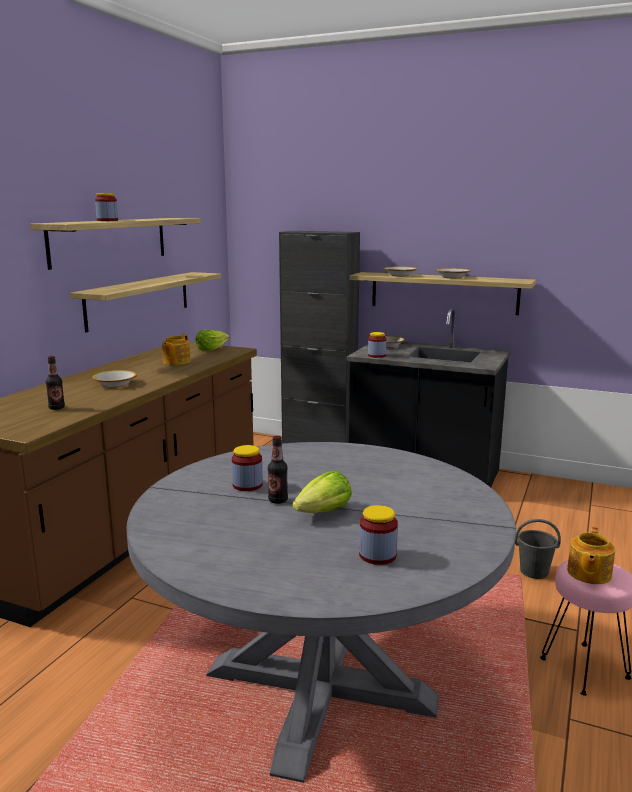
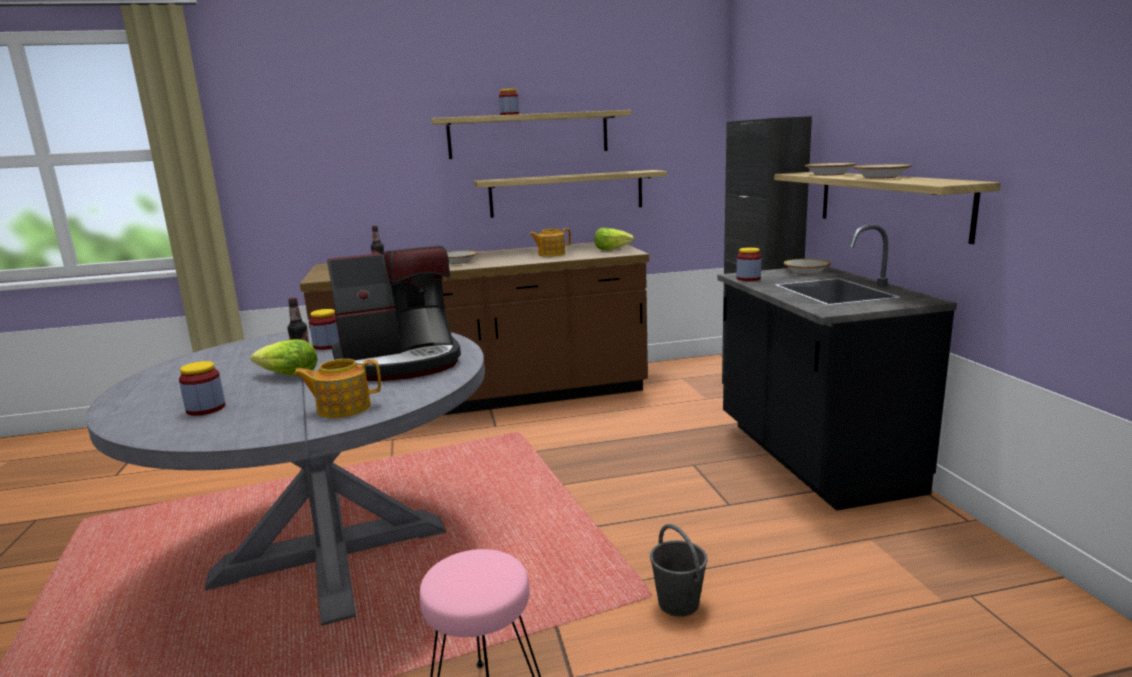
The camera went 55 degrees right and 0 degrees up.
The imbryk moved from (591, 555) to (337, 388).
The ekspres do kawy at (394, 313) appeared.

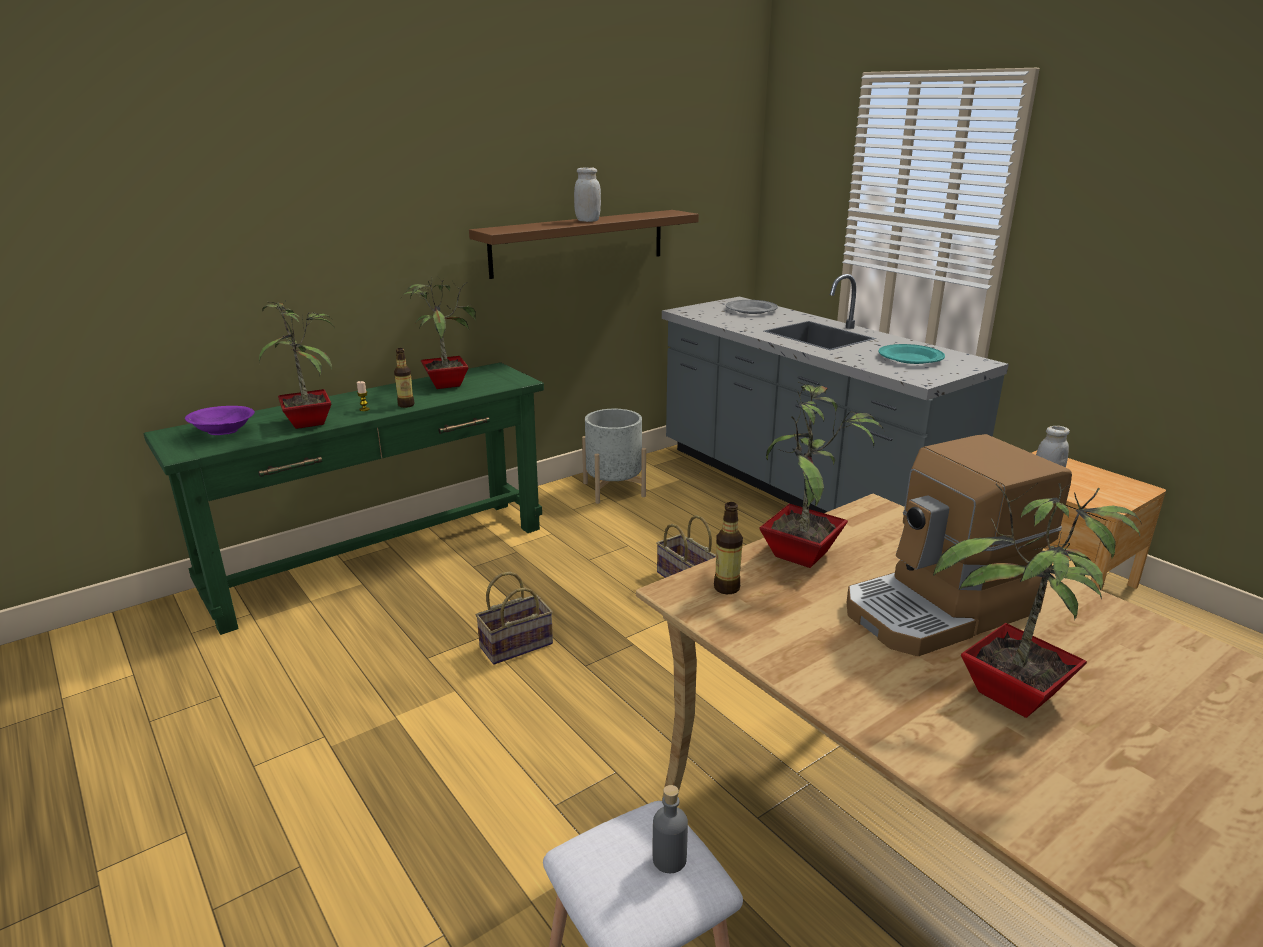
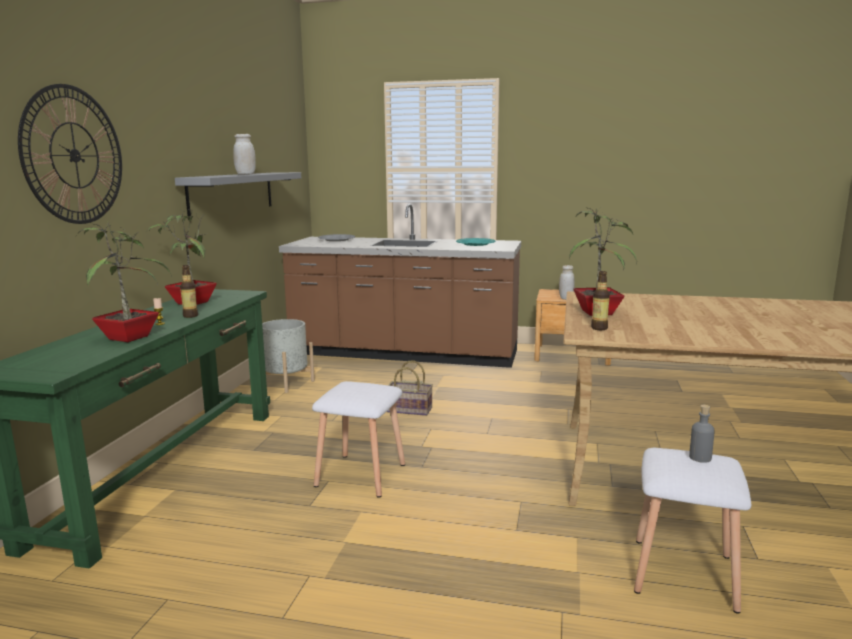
The camera went 40 degrees left and 10 degrees down.
The półka [brązowy] at (584, 244) became the półka [szary] at (238, 194).
The zabudowa kuchenna [szary] at (835, 393) became the zabudowa kuchenna [brązowy] at (400, 286).
The miska [fioletowy] at (220, 420) disappeared.
The ekspres do kawy at (959, 545) disappeared.
The roślina doniczkowa at (1037, 600) disappeared.
The koszyk at (514, 618) was replaced by the stołek [biały] at (358, 439).
The zegar ścienny at (70, 154) appeared.

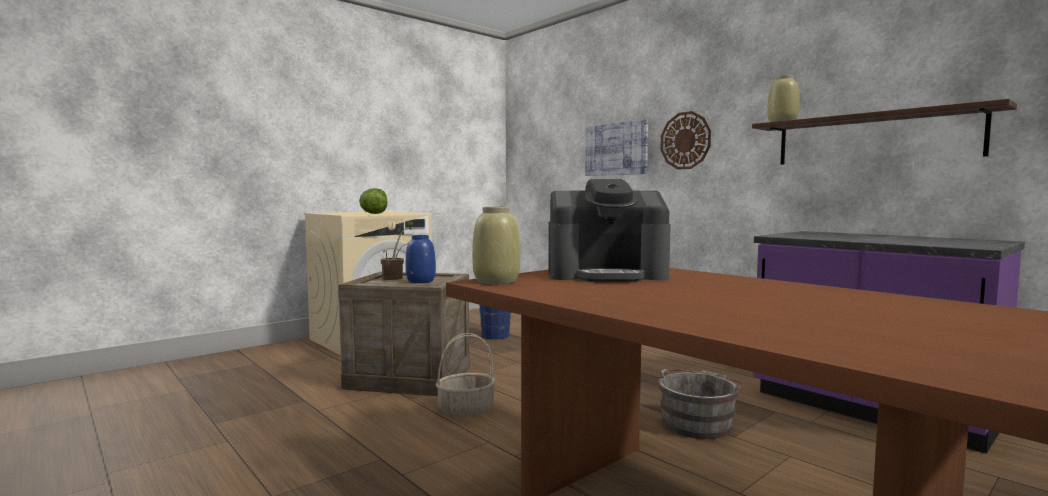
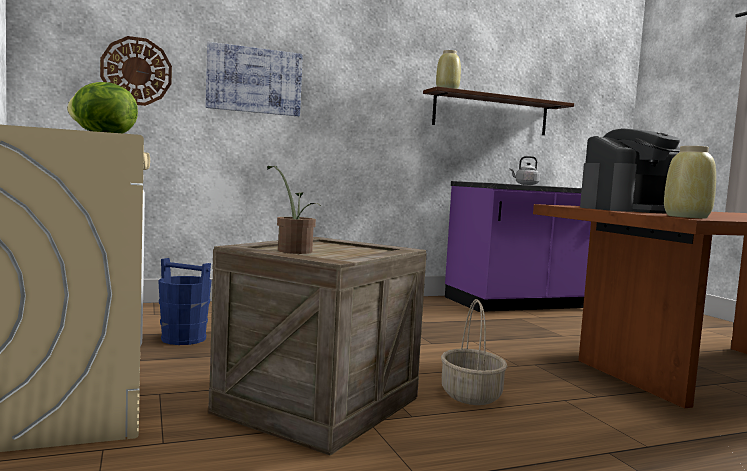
The camera went 70 degrees left and 0 degrees up.
The zegar ścienny moved from (686, 140) to (136, 71).
The ekspres do kawy at (609, 230) turned 45 degrees clockwise.
The wazon [niebieski] at (421, 259) disappeared.
The wiadro [szary] at (700, 404) disappeared.
The czajnik [szary] at (525, 170) appeared.

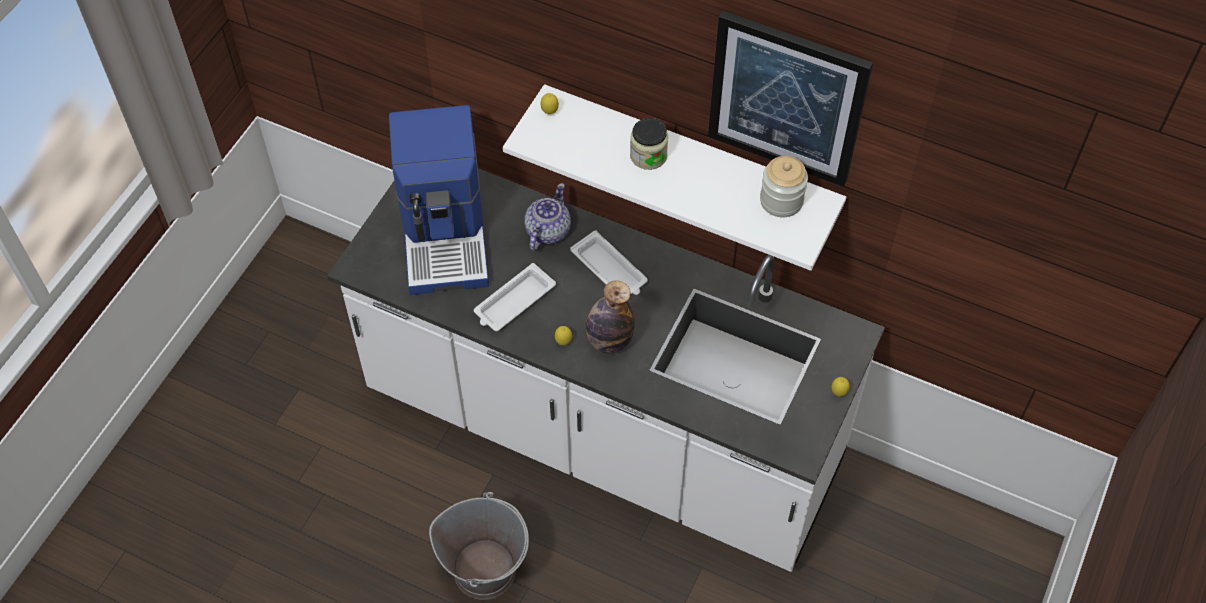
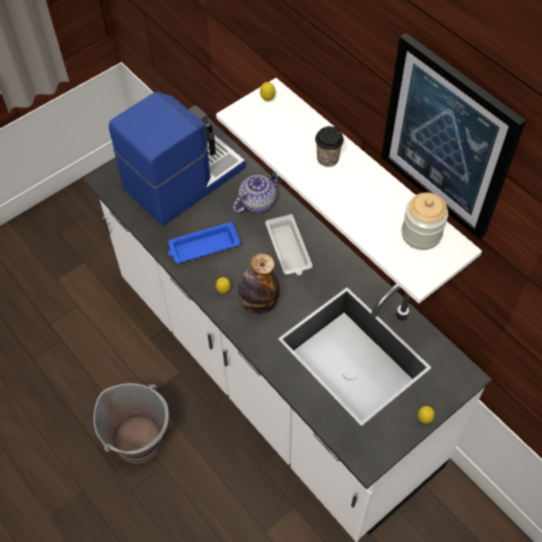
The camera went 25 degrees right and 0 degrees up.
The ekspres do kawy at (439, 200) turned 150 degrees counterclockwise.
The słoik at (649, 144) was replaced by the filiżanka at (329, 146).
The taca [biały] at (515, 297) became the taca [niebieski] at (204, 242).

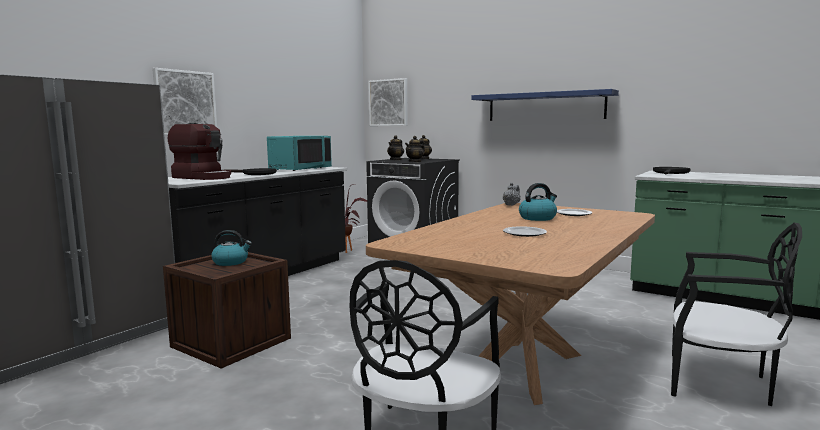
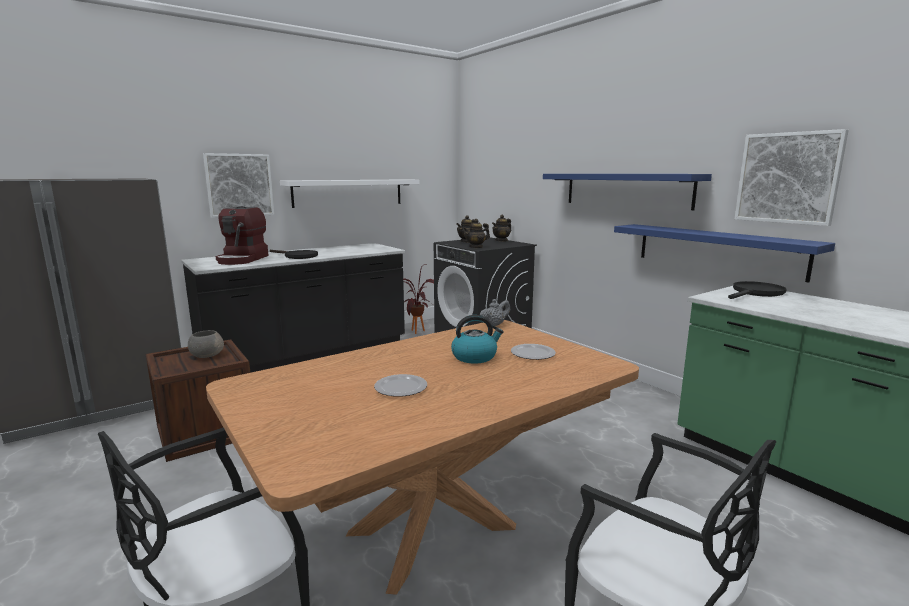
The camera went 20 degrees right and 5 degrees up.
The obraz moved from (388, 102) to (792, 177).
The ekspres do kawy at (199, 151) turned 45 degrees clockwise.
The mikrofalówka [turkusowy] at (299, 153) disappeared.
The czajnik at (231, 248) was replaced by the miska [szary] at (206, 344).
The półka [biały] at (350, 193) appeared.
The półka [niebieski] at (724, 253) appeared.

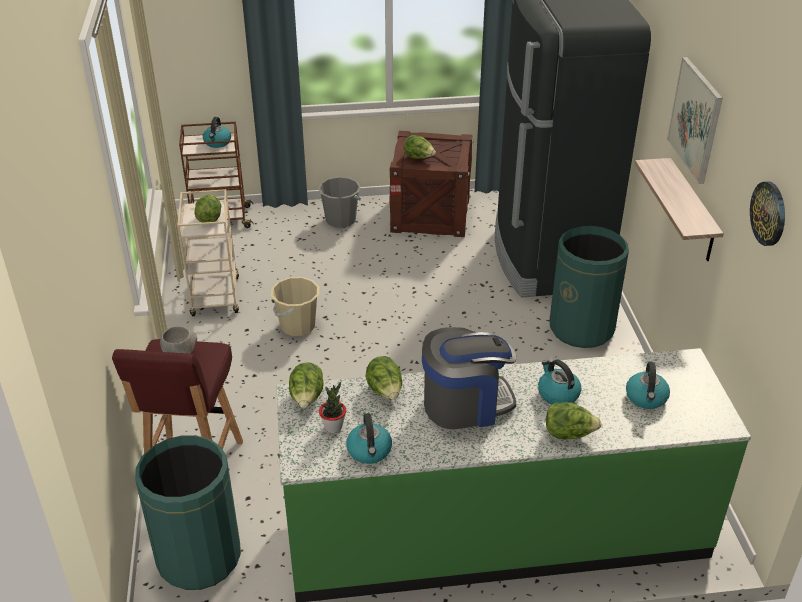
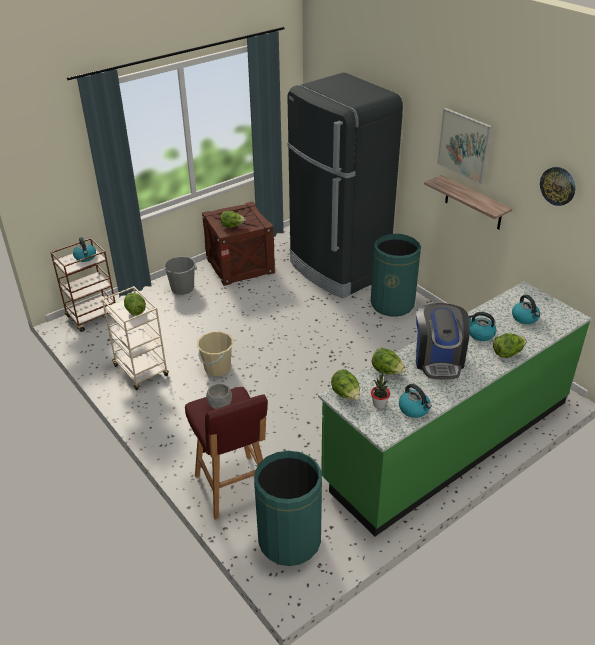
The camera went 30 degrees left and 0 degrees up.
The ekspres do kawy at (469, 378) turned 135 degrees clockwise.

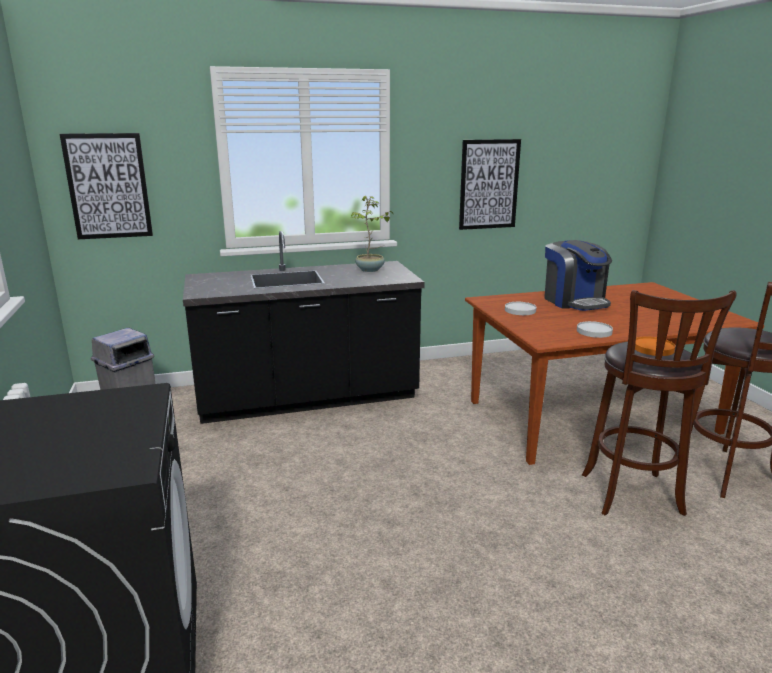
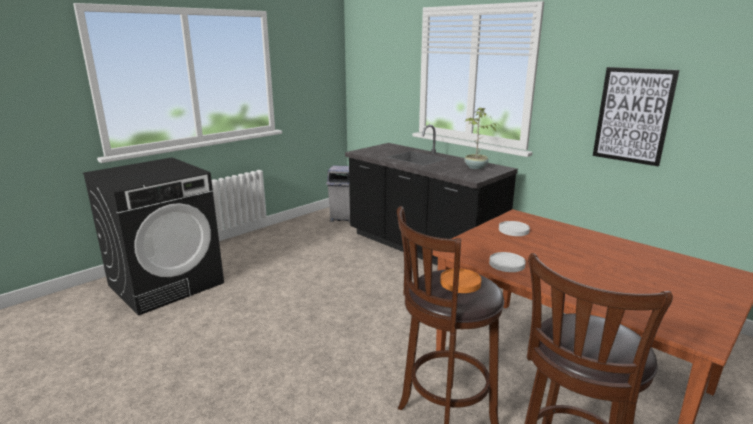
The camera went 60 degrees right and 0 degrees up.
The obraz at (106, 186) disappeared.
The ekspres do kawy at (578, 275) disappeared.

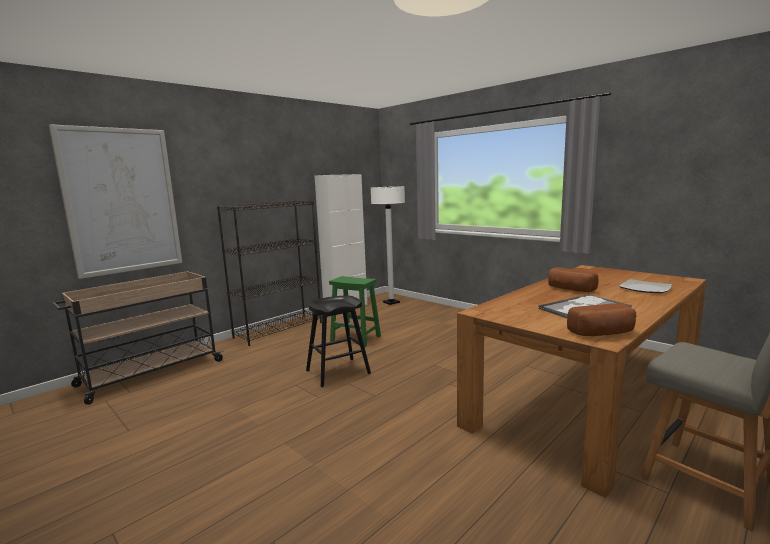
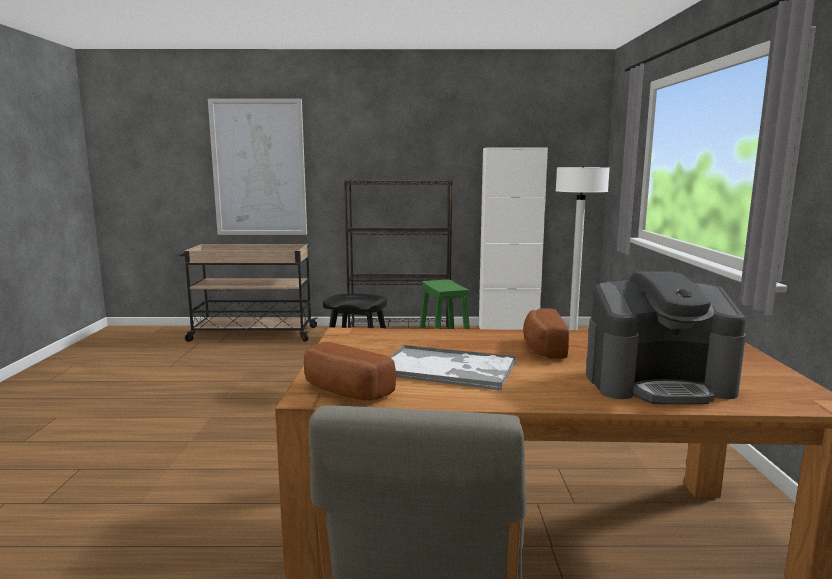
The camera went 45 degrees right and 0 degrees up.
The talerz at (645, 286) was replaced by the ekspres do kawy at (666, 338).

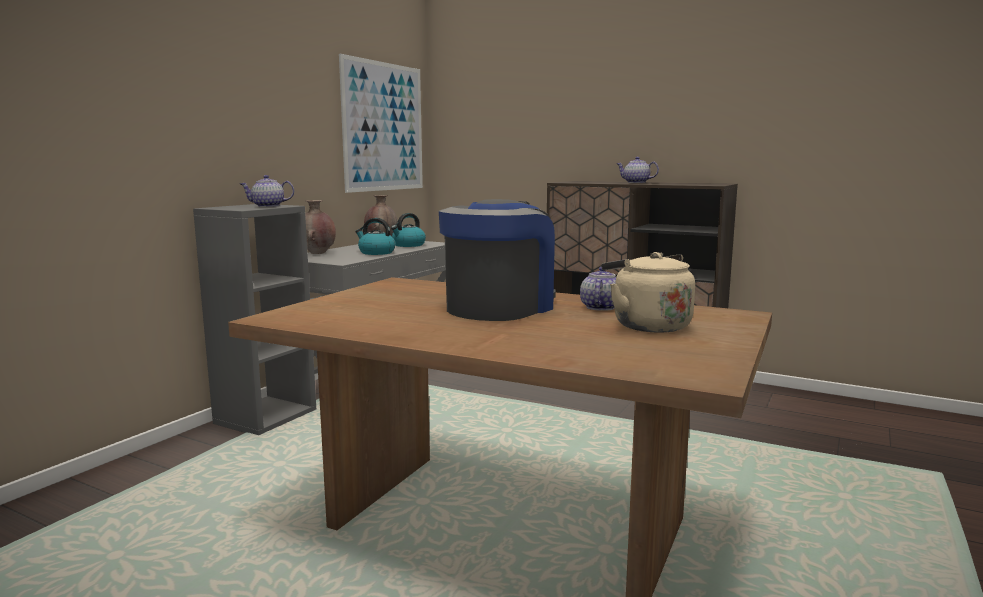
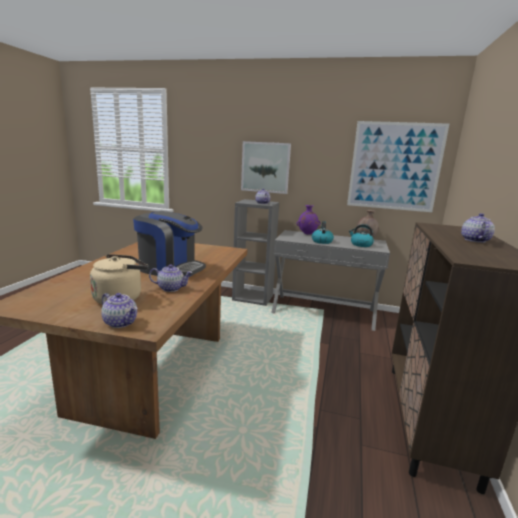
The camera went 75 degrees right and 5 degrees up.
The wazon [brązowy] at (320, 227) became the wazon [fioletowy] at (308, 220).
The obraz at (266, 167) appeared.
The imbryk at (119, 310) appeared.

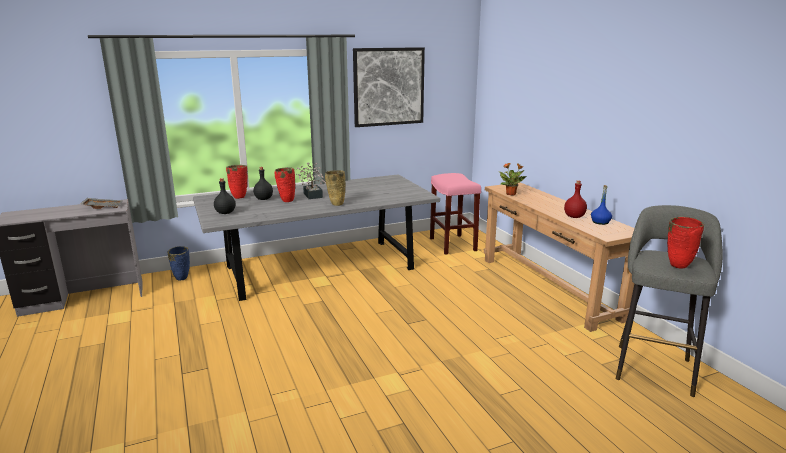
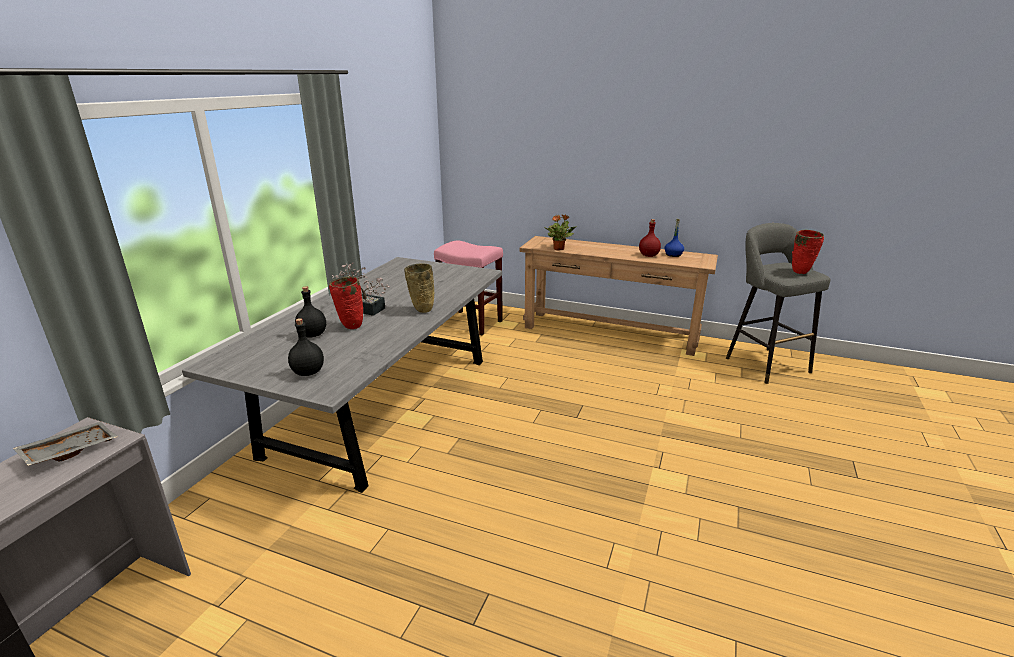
The camera went 45 degrees left and 5 degrees up.
The obraz at (389, 87) disappeared.
The wazon [czerwony] at (237, 182) disappeared.
The wazon [niebieski] at (178, 263) disappeared.

